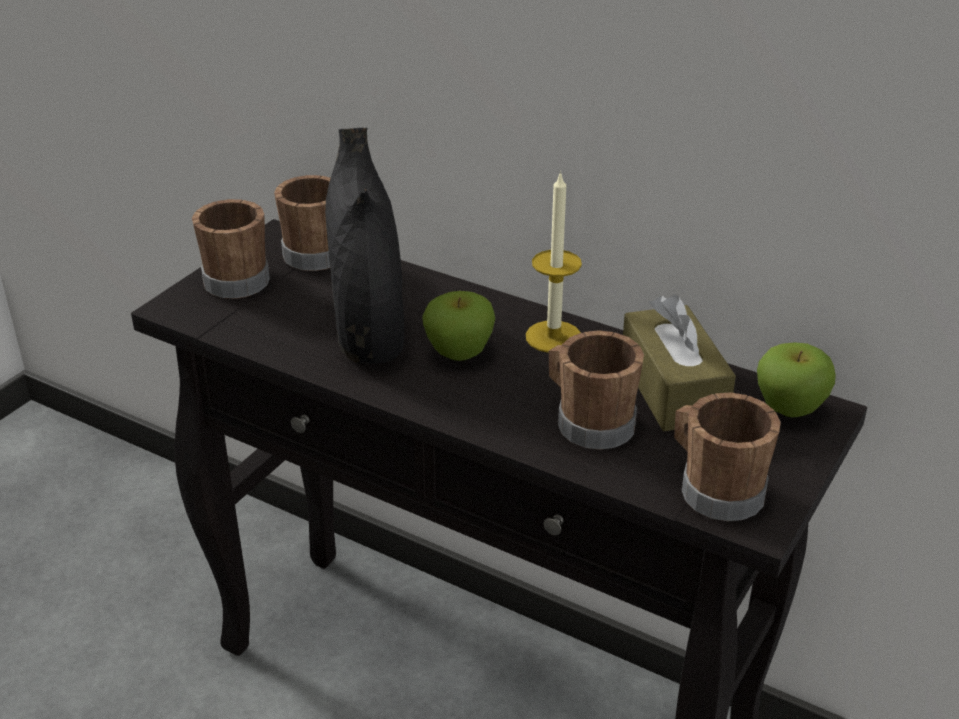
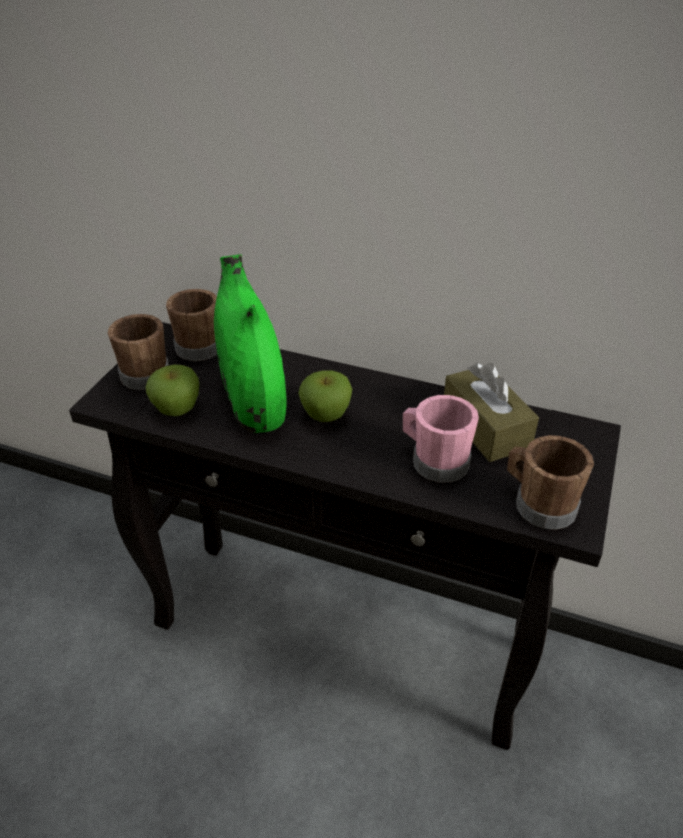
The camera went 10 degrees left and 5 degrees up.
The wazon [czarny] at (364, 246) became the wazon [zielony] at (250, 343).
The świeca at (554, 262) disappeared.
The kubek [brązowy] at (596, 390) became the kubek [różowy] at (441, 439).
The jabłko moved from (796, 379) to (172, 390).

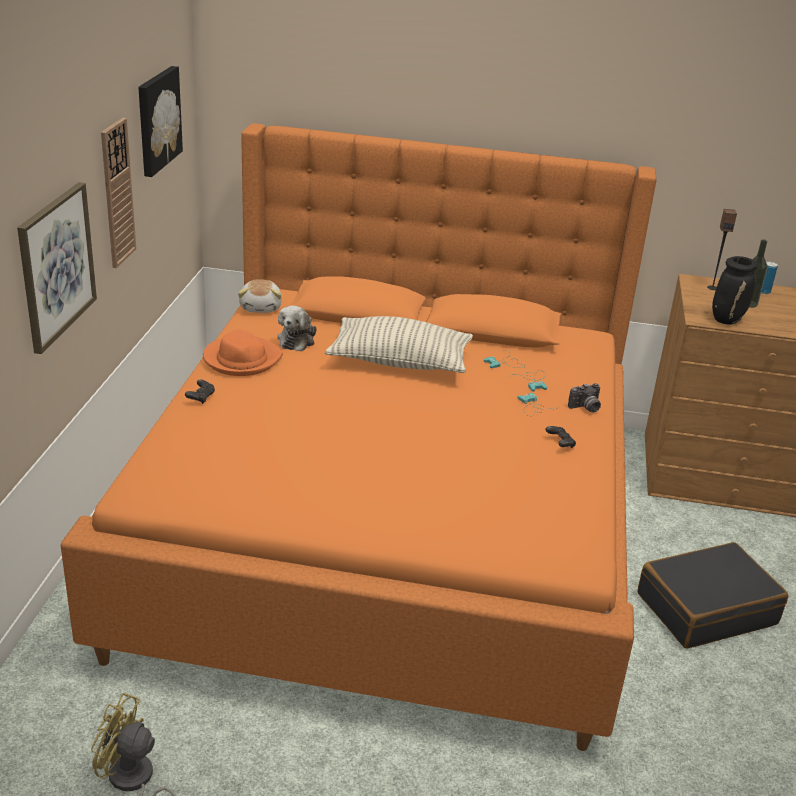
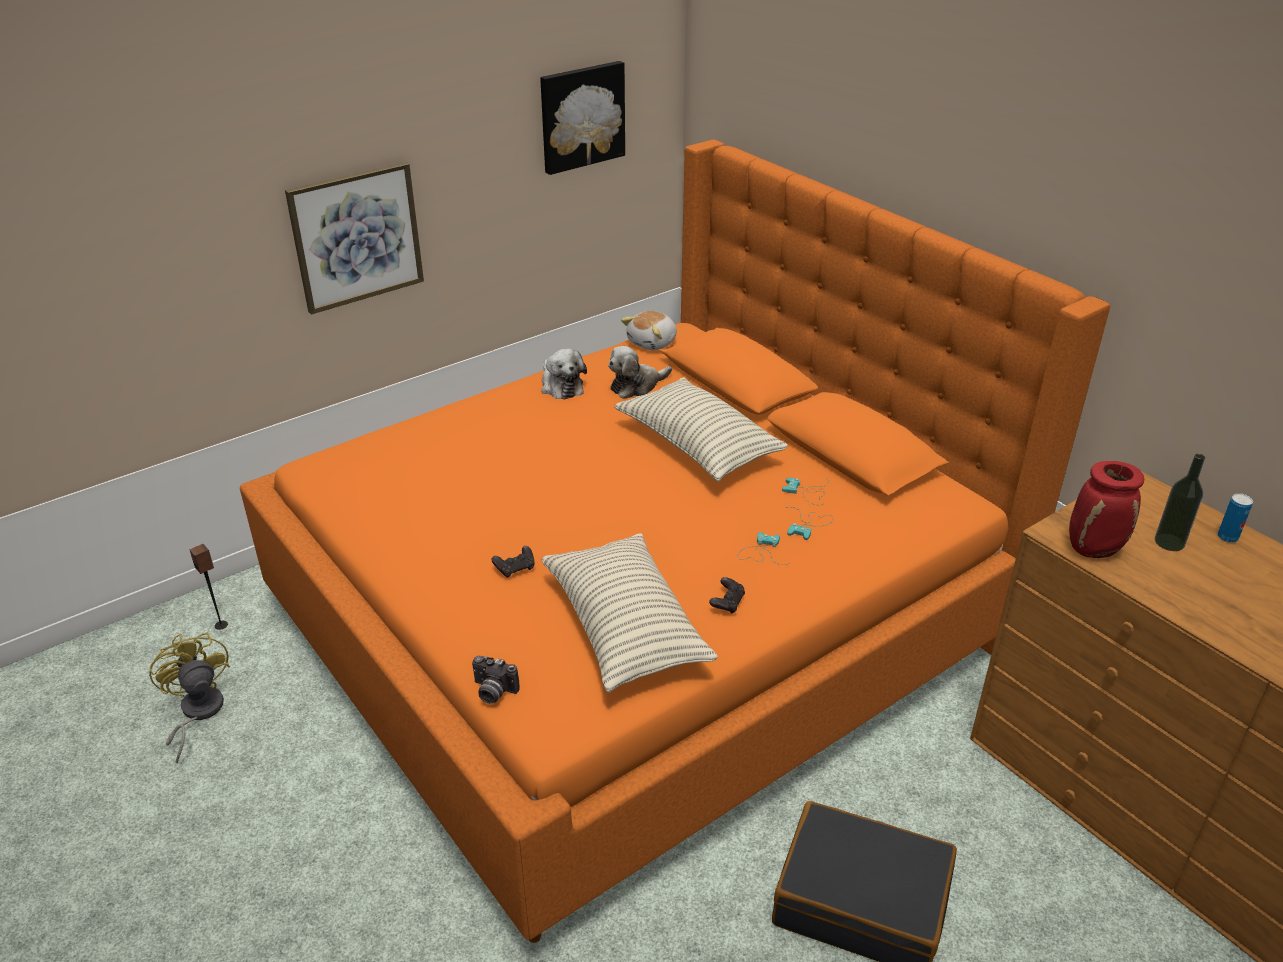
The camera went 45 degrees right and 5 degrees up.
The zegar ścienny at (118, 193) disappeared.
The głośnik moved from (722, 249) to (208, 587).
The wazon [czarny] at (735, 290) became the wazon [czerwony] at (1106, 509).
The kapelusz [pomarańczowy] at (243, 353) was replaced by the pluszak at (564, 374).
The pad do gier [czarny] moved from (200, 392) to (513, 562).
The aparat fotograficzny moved from (584, 397) to (496, 680).
The poduszka at (630, 613) appeared.

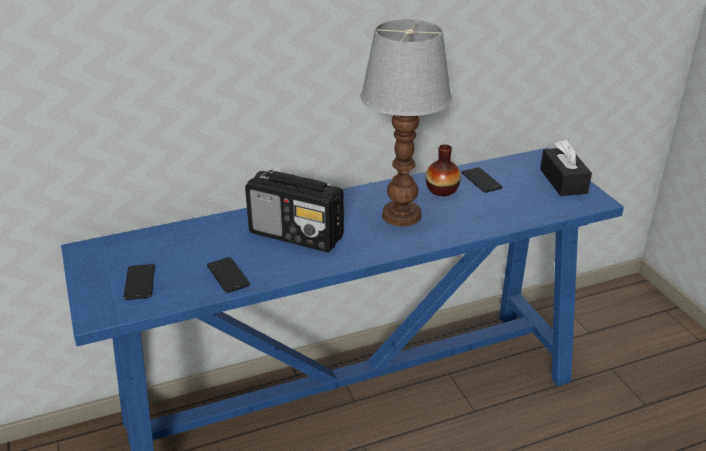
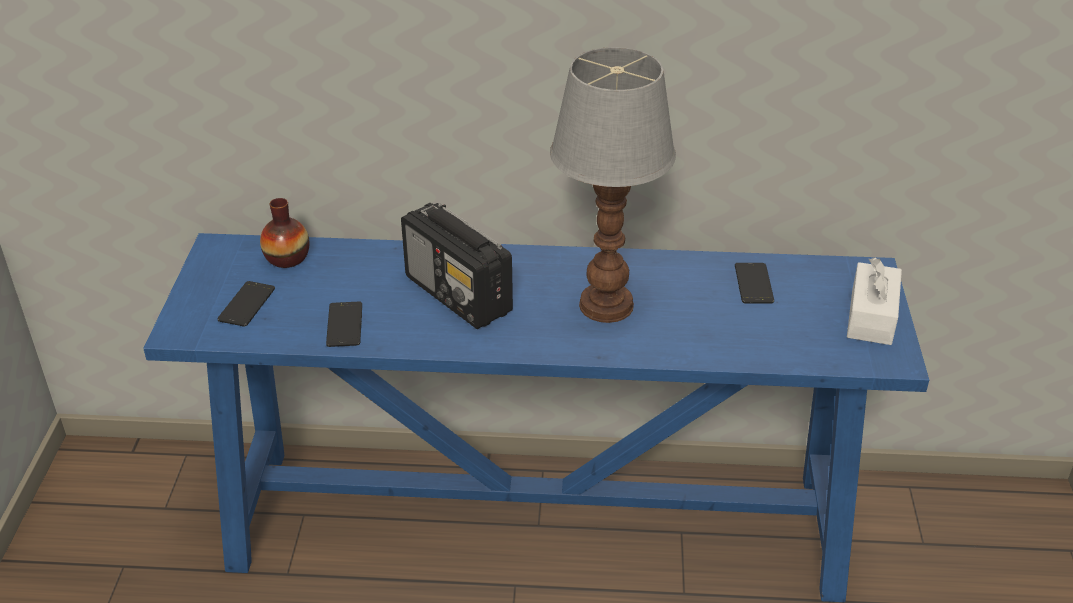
The camera went 25 degrees right and 5 degrees up.
The pudełko chusteczek [czarny] at (566, 167) became the pudełko chusteczek [biały] at (874, 301).
The wazon moved from (443, 170) to (284, 233).

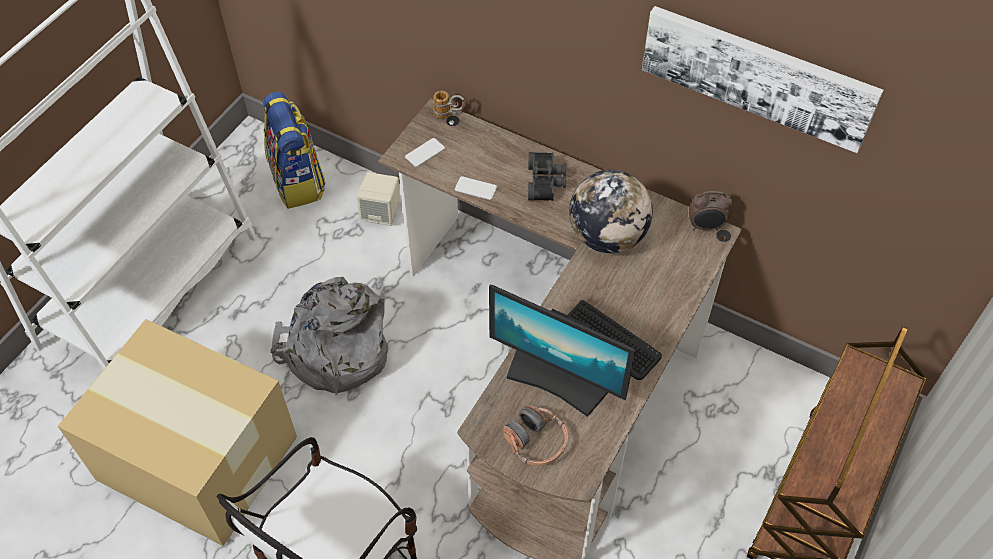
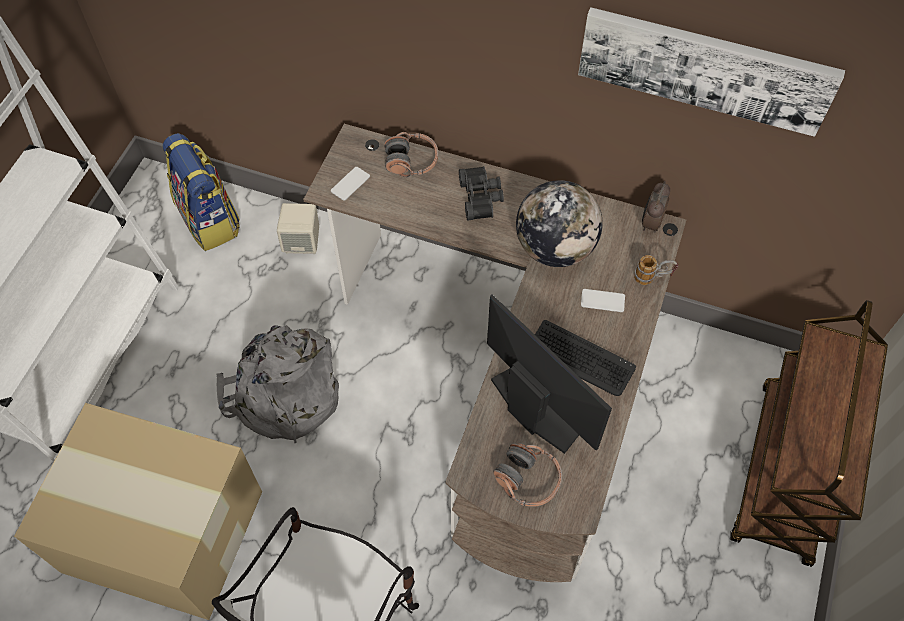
The camera went 10 degrees left and 5 degrees up.
The kubek moved from (449, 105) to (656, 270).
The telefon moved from (476, 188) to (603, 300).
The budzik at (710, 211) turned 120 degrees clockwise.
The monitor at (562, 351) turned 150 degrees counterclockwise.
The słuchawki at (411, 154) appeared.

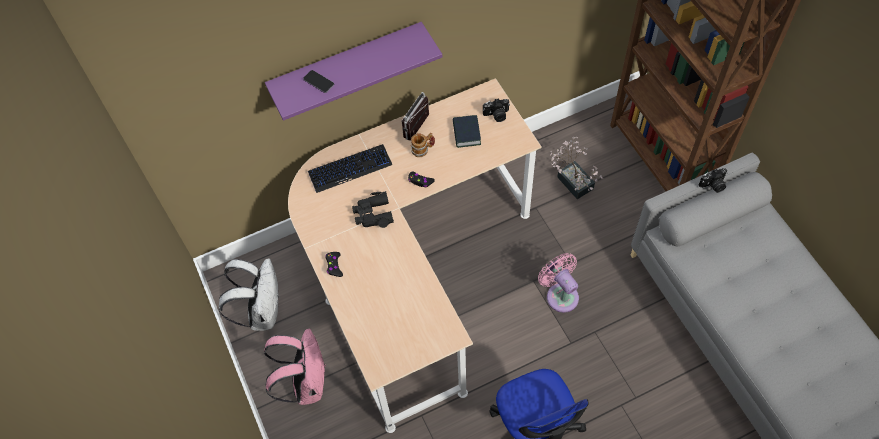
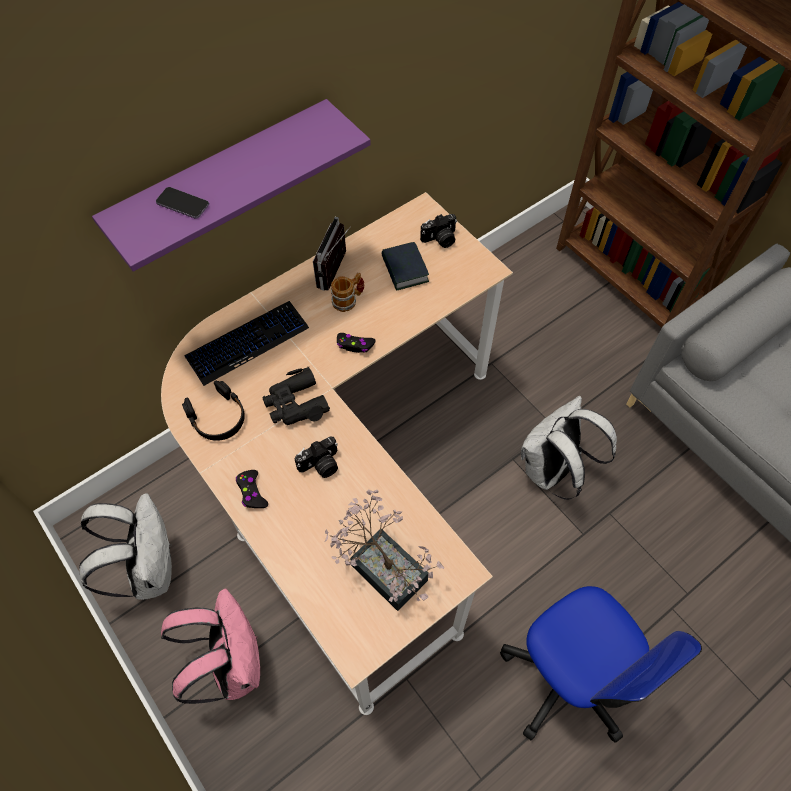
The camera went 15 degrees left and 0 degrees up.
The roślina doniczkowa moved from (576, 168) to (384, 550).
The aparat fotograficzny moved from (713, 180) to (316, 457).
The wentylator [różowy] at (558, 283) was replaced by the plecak [biały] at (569, 448).
The słuchawki [czarny] at (213, 410) appeared.

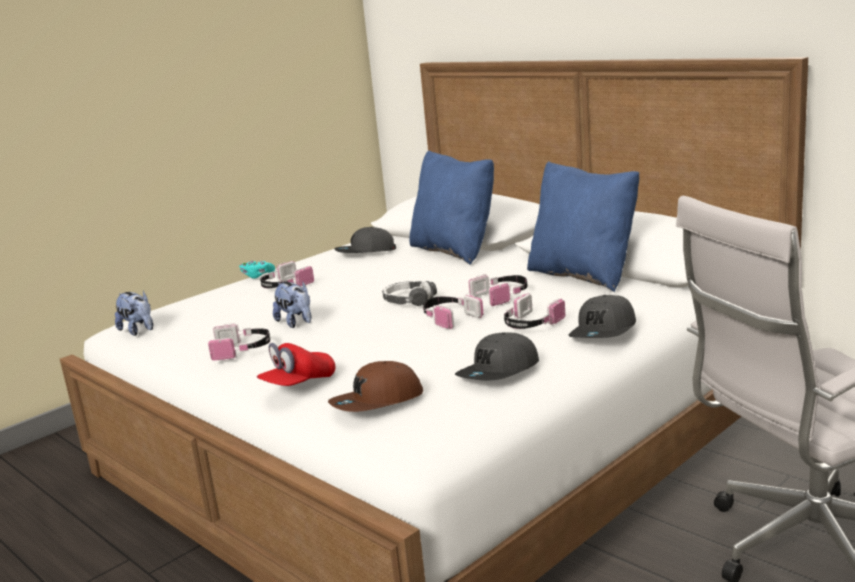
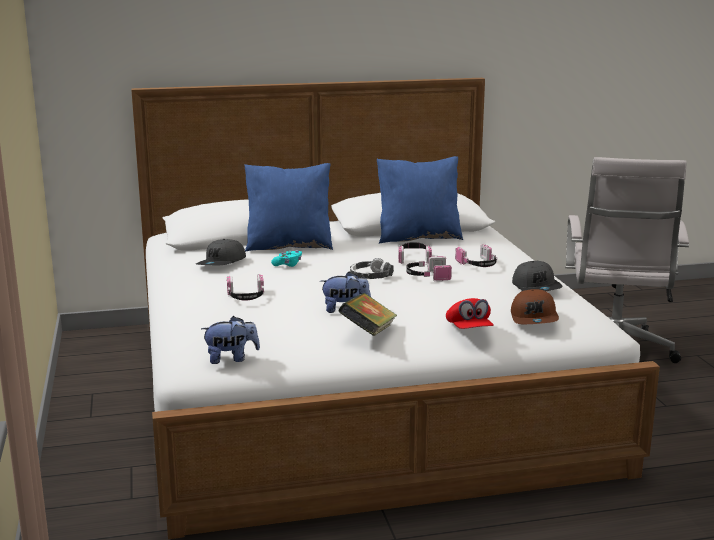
The camera went 60 degrees left and 0 degrees up.
The pad do gier [turkusowy] moved from (257, 270) to (286, 258).
The czapka z daszkiem [szary] at (602, 316) disappeared.
The słuchawki at (239, 342) was replaced by the książka at (367, 314).

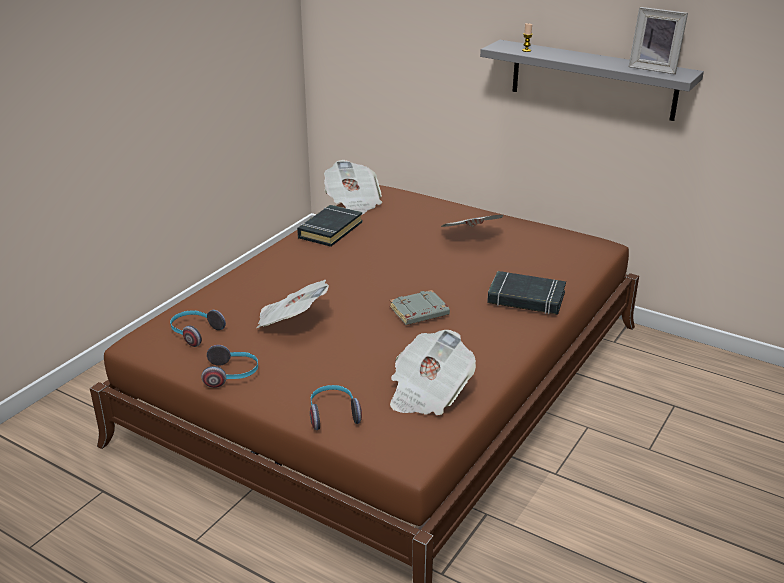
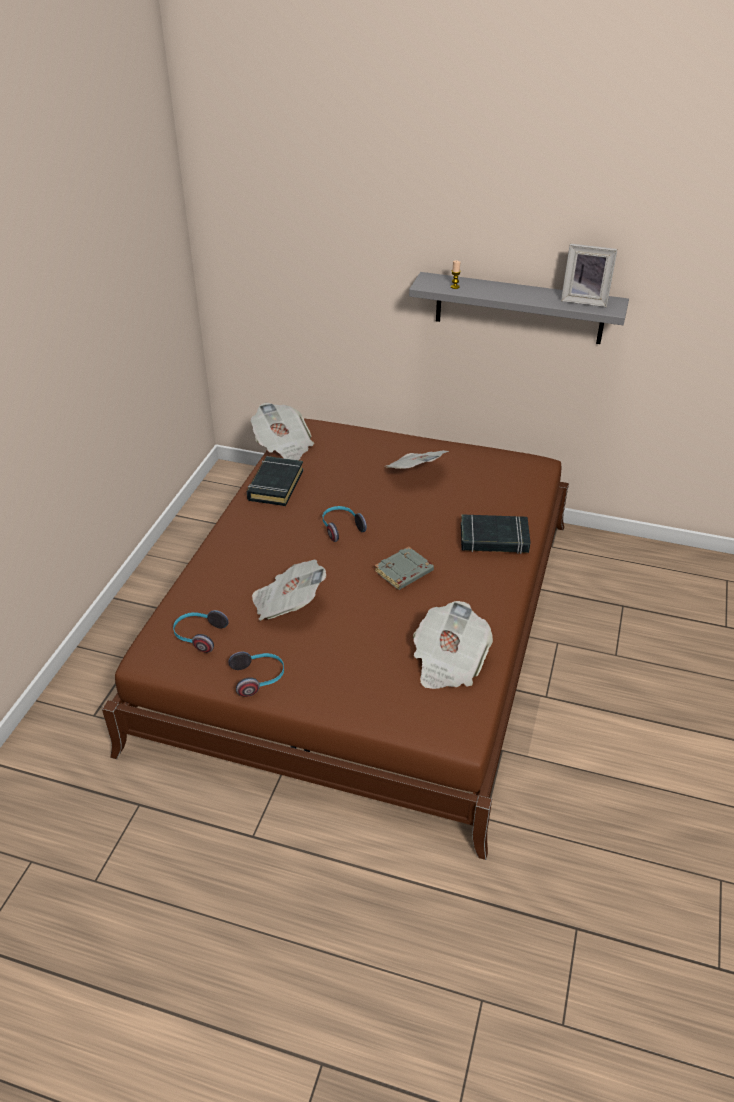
The camera went 15 degrees left and 10 degrees up.
The słuchawki moved from (336, 407) to (345, 524).

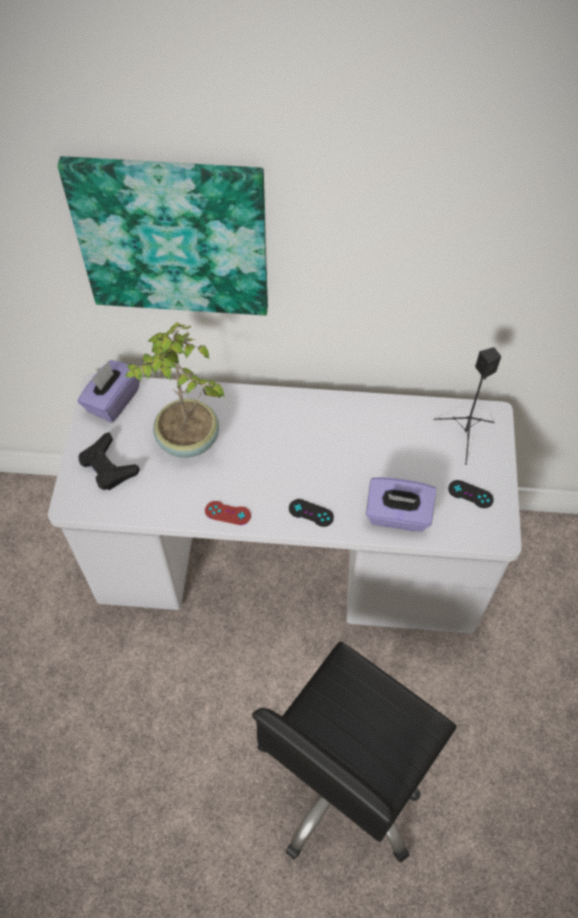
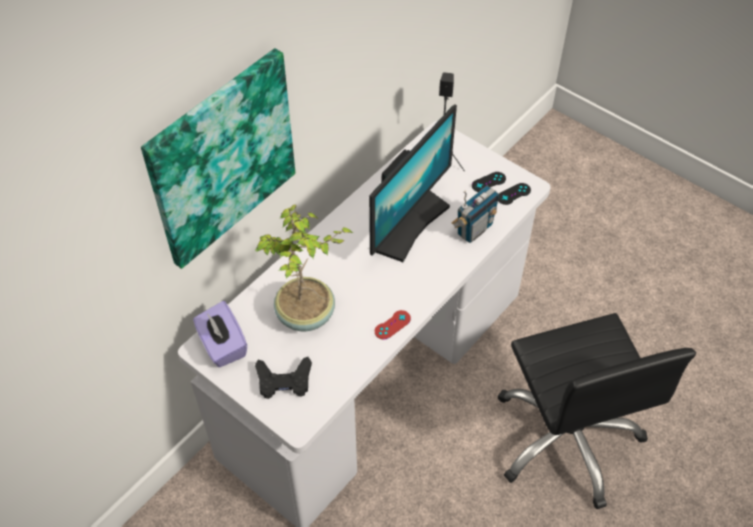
The camera went 55 degrees left and 5 degrees down.
The pudełko chusteczek [fioletowy] at (401, 504) was replaced by the radio at (475, 214).
The pad do gier [czarny] moved from (311, 513) to (514, 194).
The monitor at (413, 183) appeared.

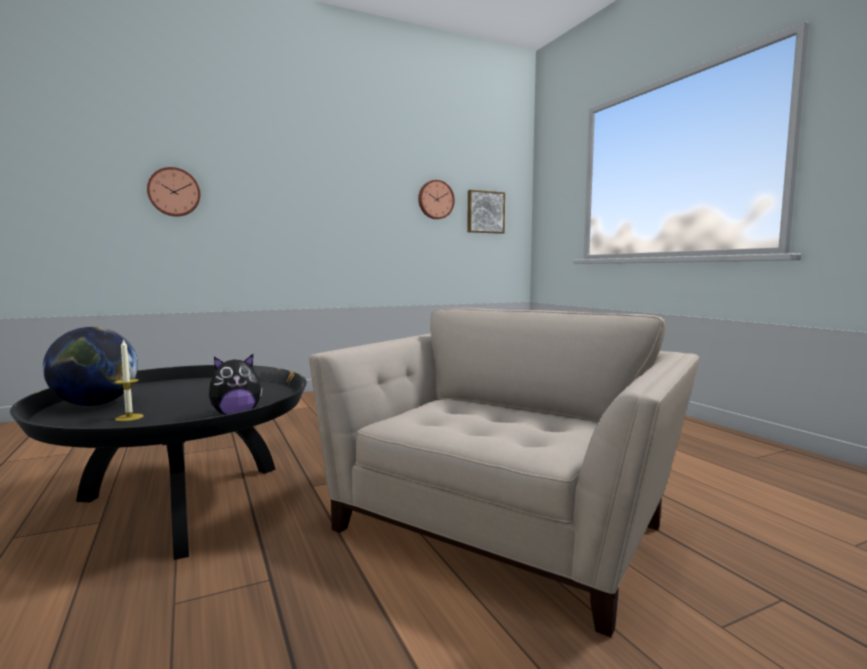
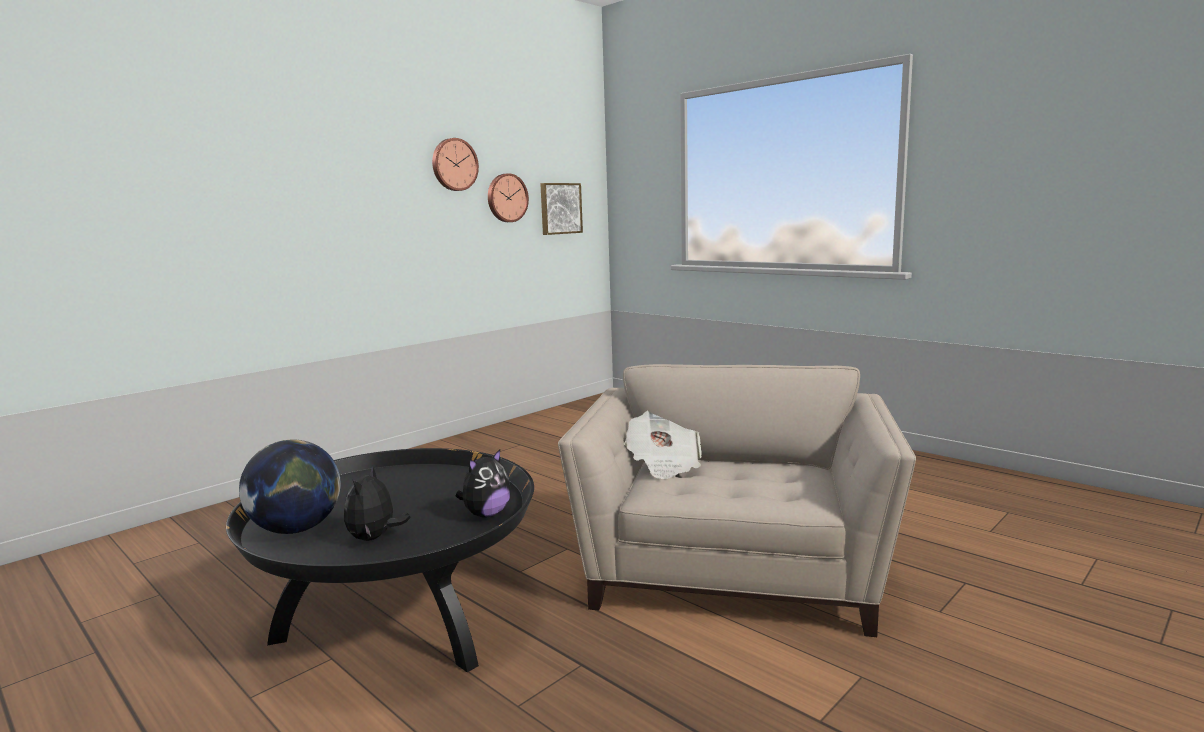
The camera went 20 degrees left and 5 degrees up.
The zegar ścienny moved from (173, 192) to (455, 164).
The świeca at (129, 380) was replaced by the pluszak at (377, 503).
The gazeta at (663, 445) appeared.

